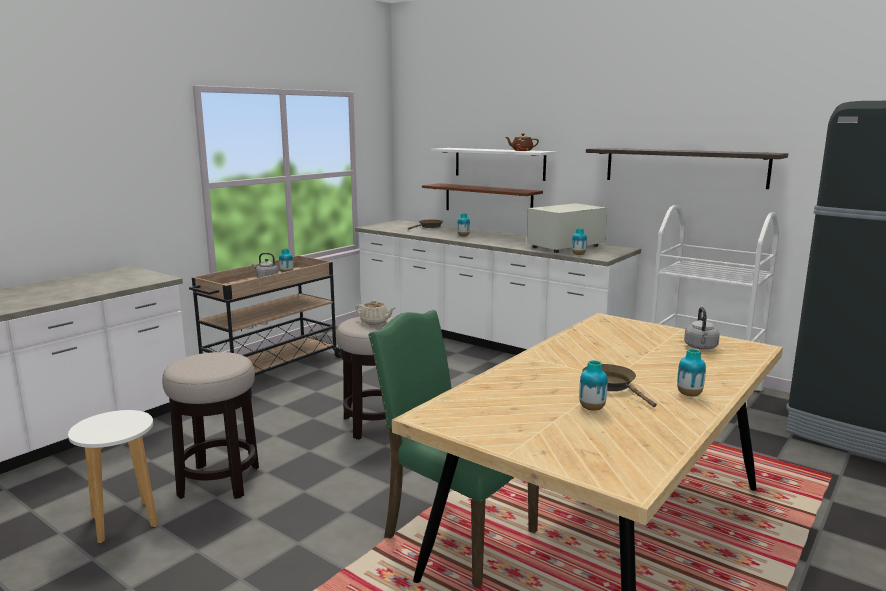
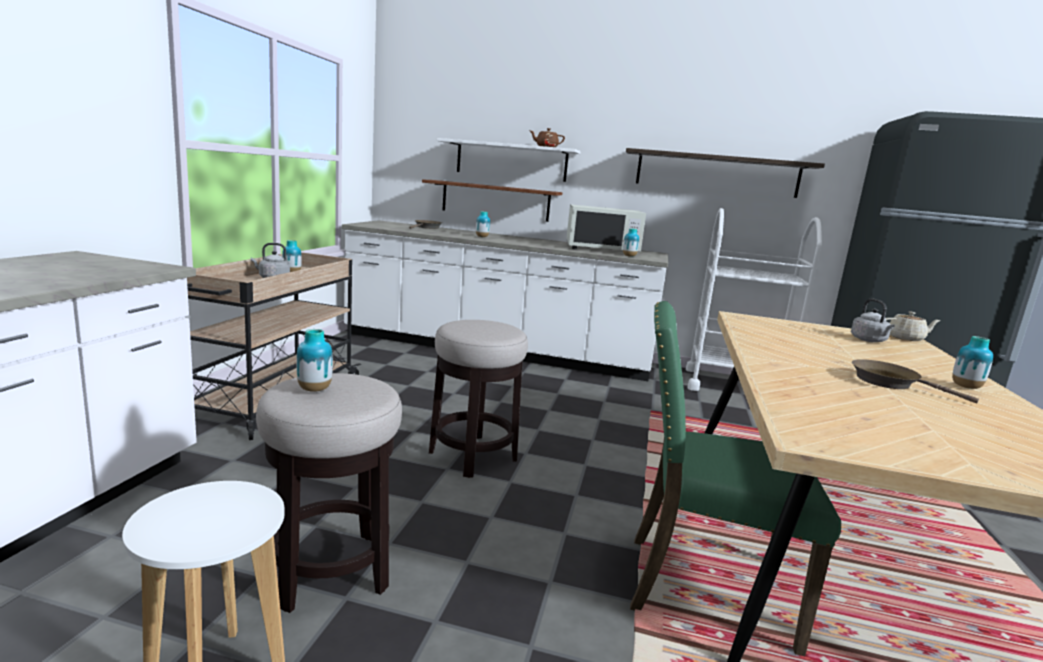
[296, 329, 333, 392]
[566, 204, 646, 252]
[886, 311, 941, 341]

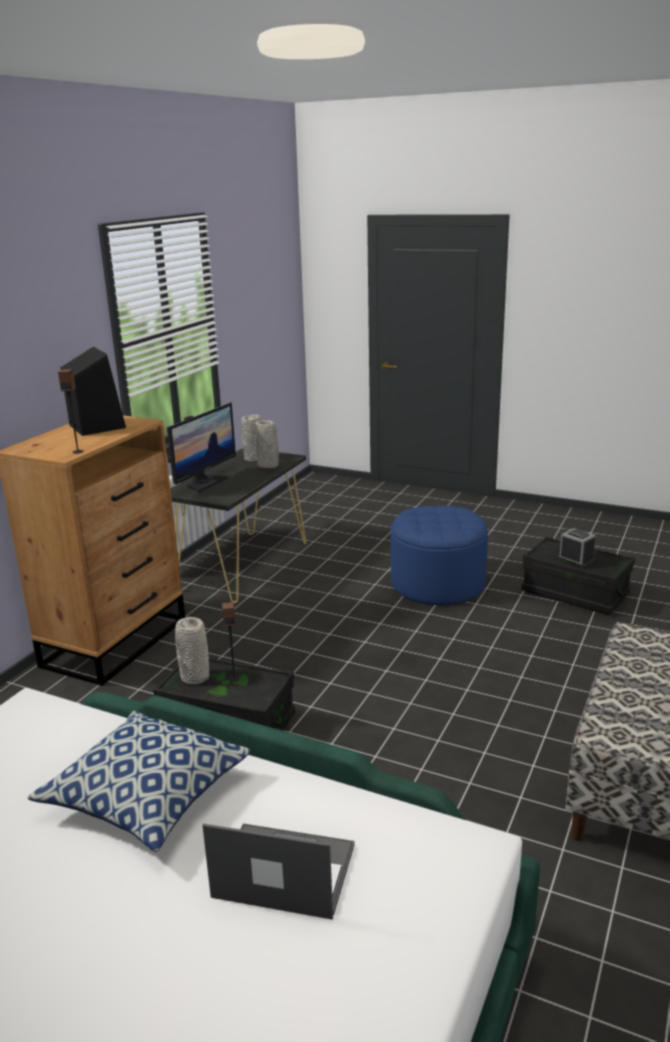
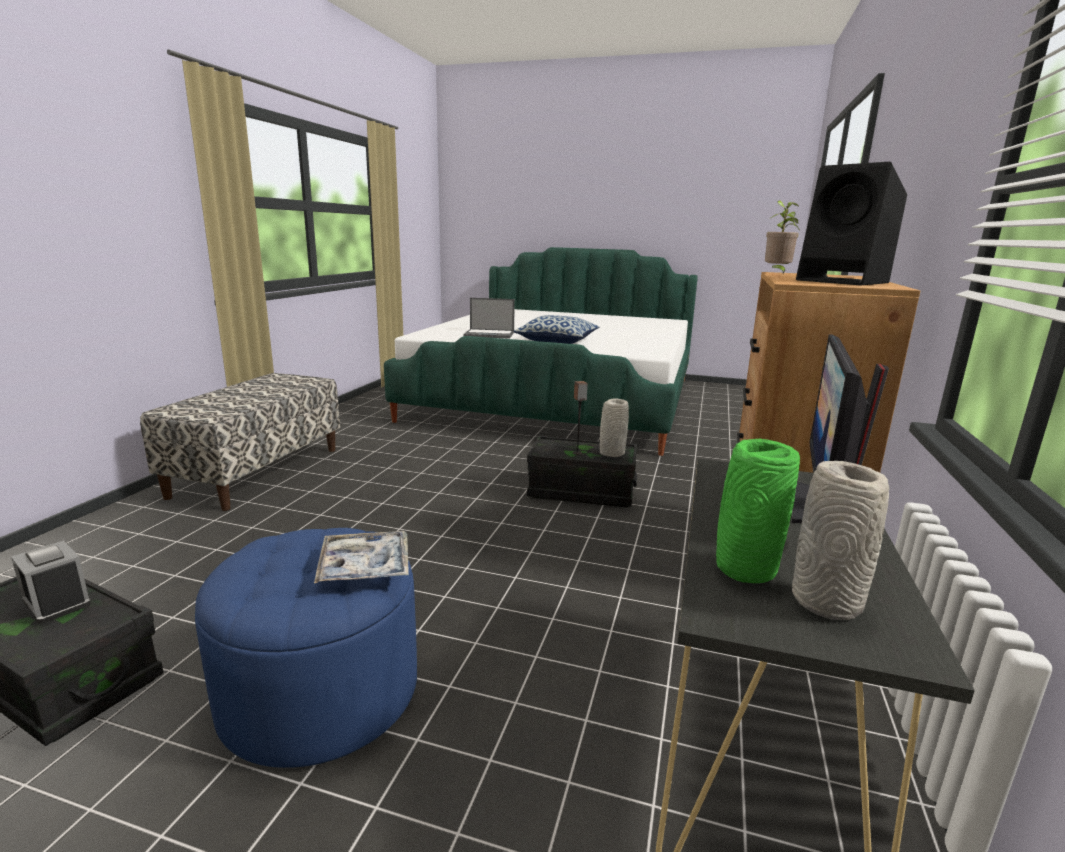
[314, 531, 409, 584]
[716, 439, 800, 583]
[765, 200, 800, 274]

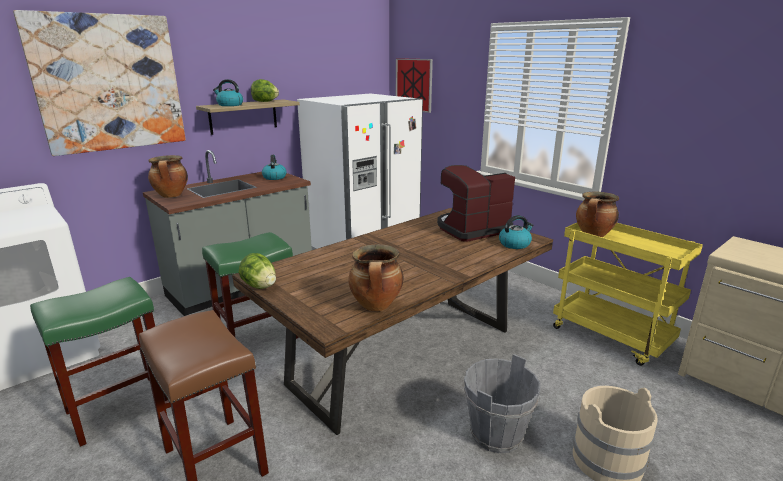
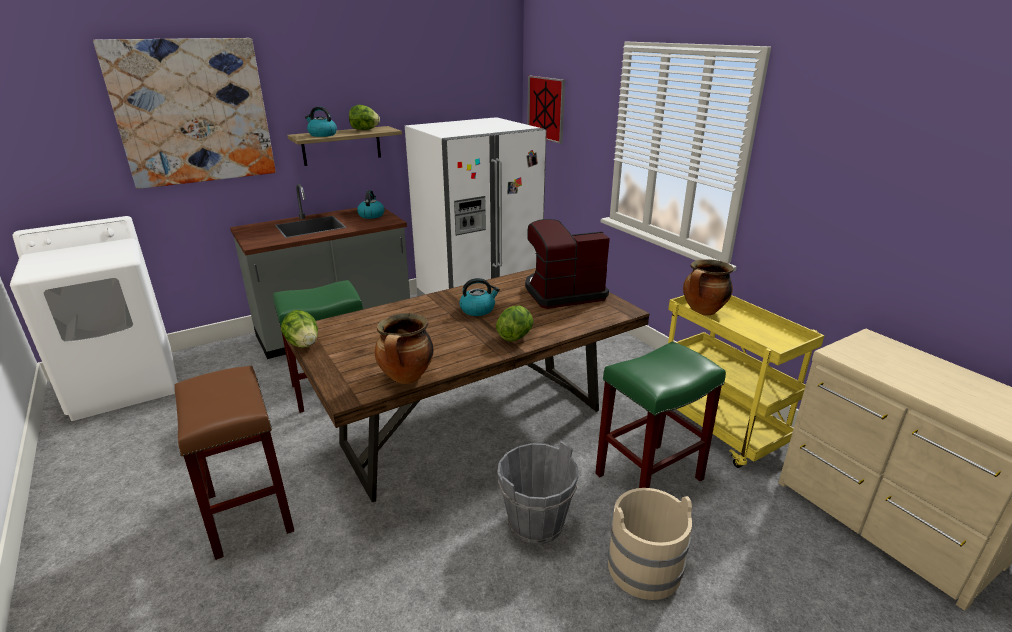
[459, 278, 500, 316]
[496, 306, 533, 341]
[595, 342, 726, 488]
[148, 155, 188, 198] (first image)

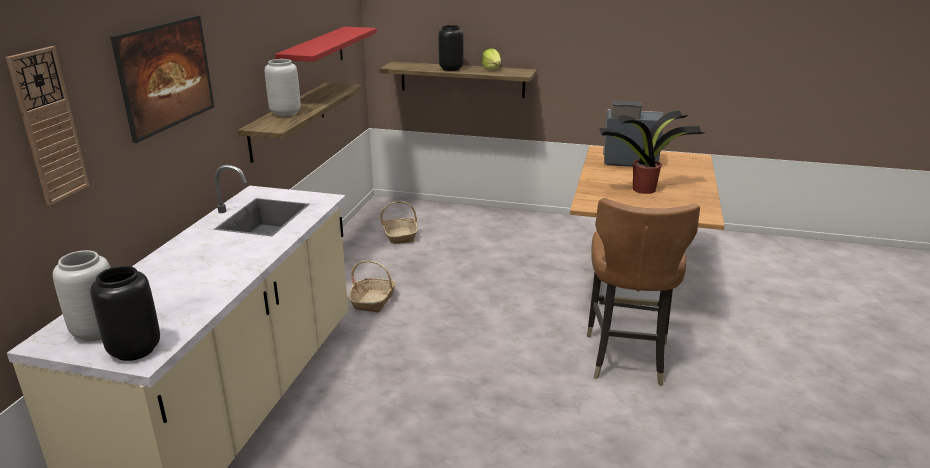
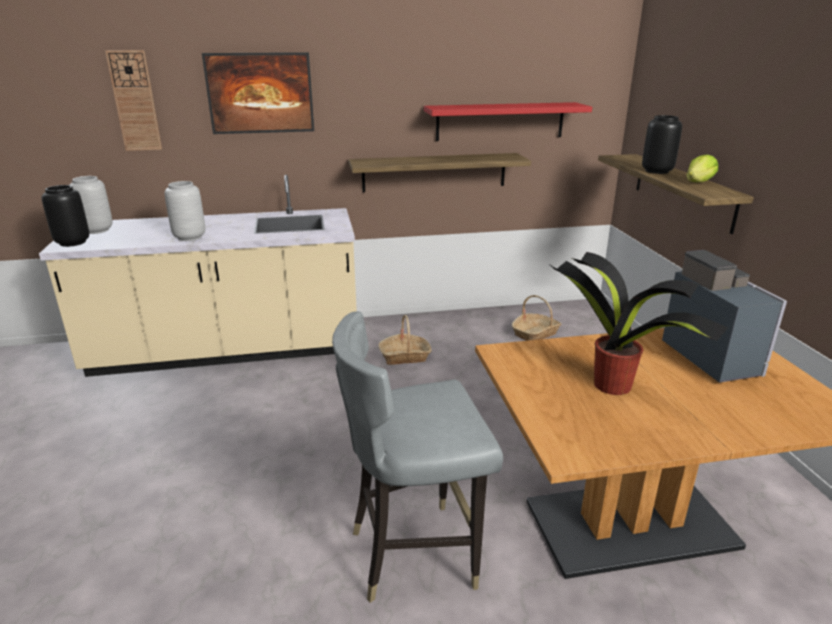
[165, 181, 205, 241]
[332, 311, 503, 603]

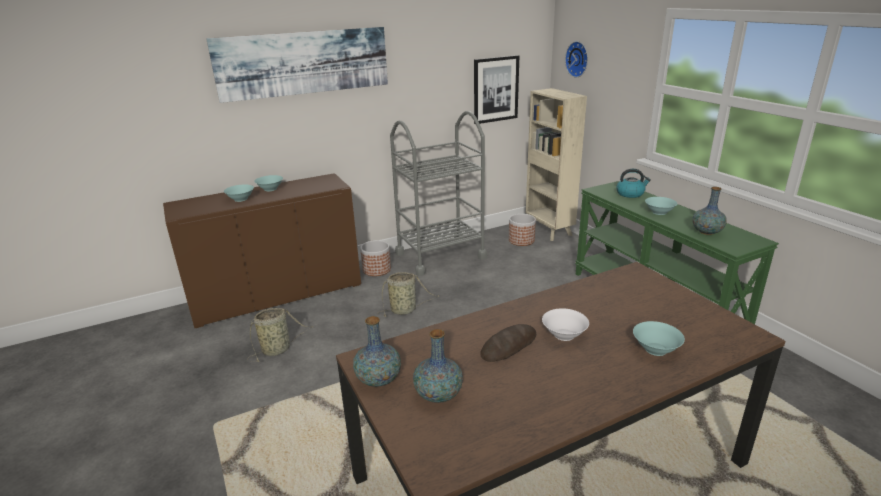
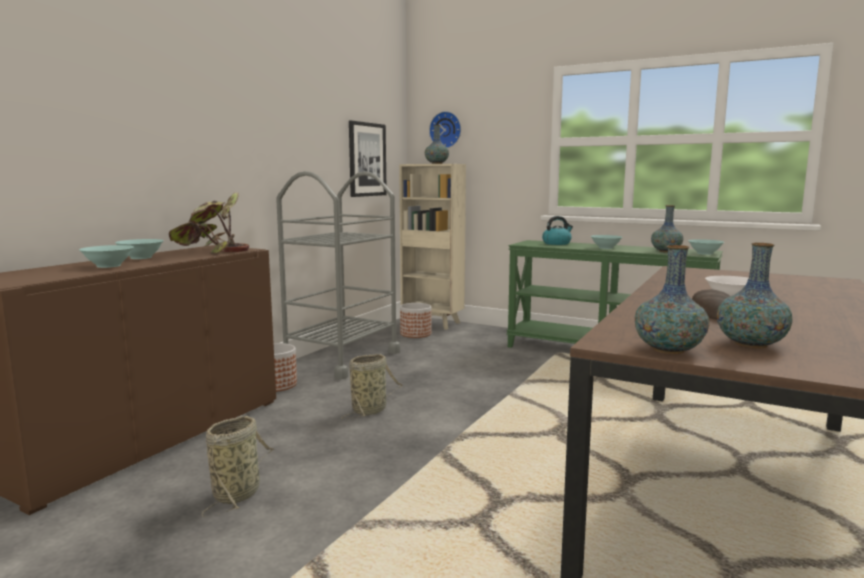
[169, 192, 249, 254]
[425, 125, 449, 164]
[688, 239, 724, 255]
[206, 27, 388, 103] (first image)

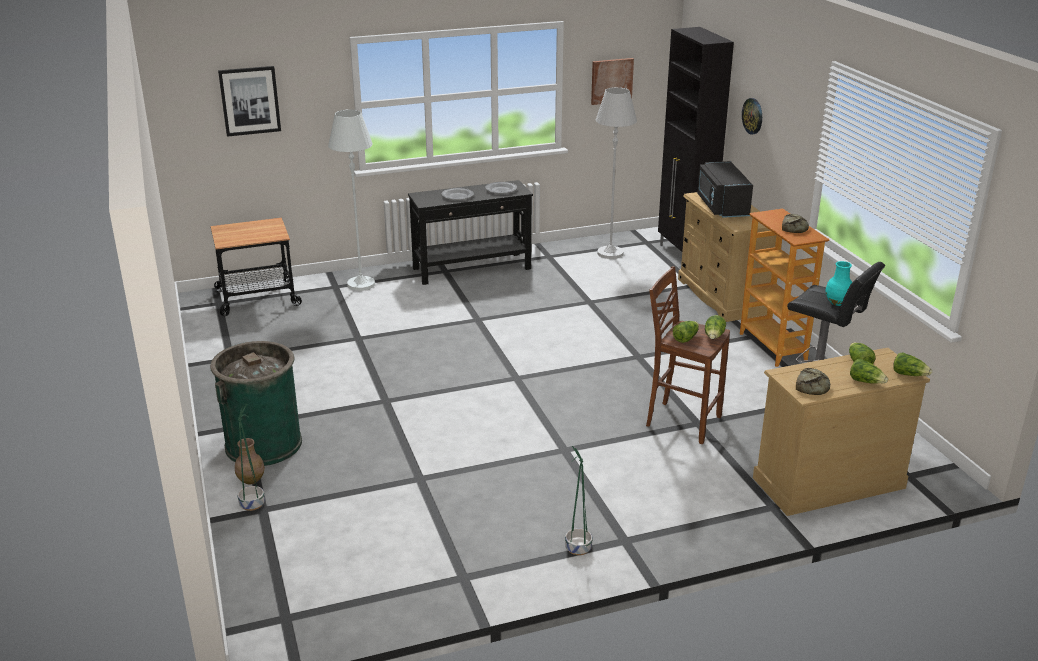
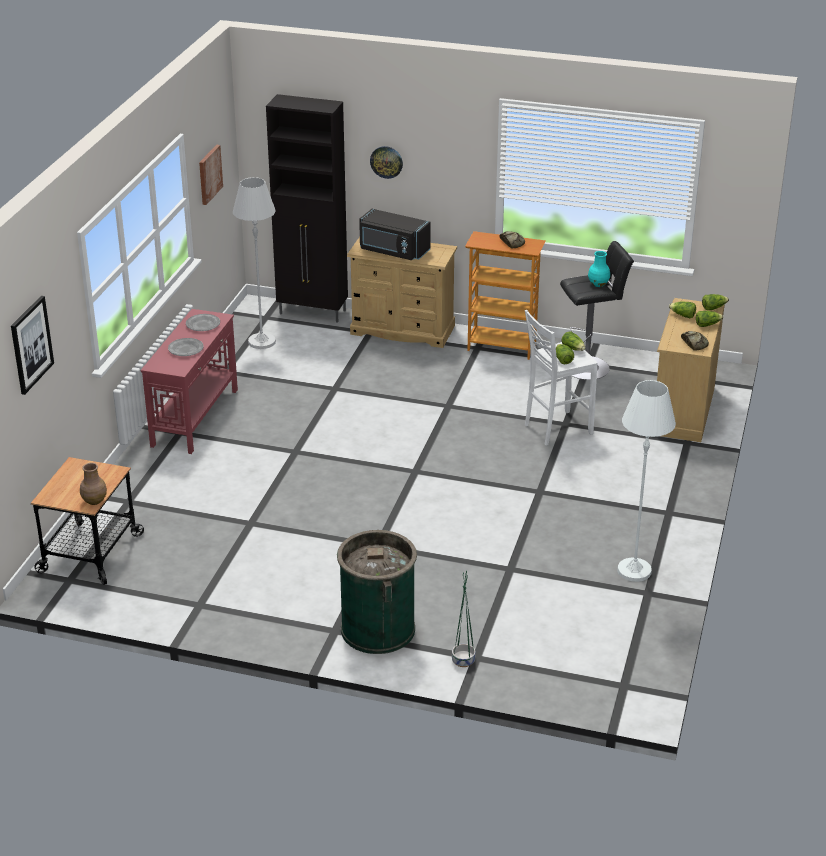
[80, 463, 107, 505]
[141, 309, 238, 454]
[525, 310, 598, 446]
[617, 380, 676, 582]
[565, 446, 593, 555] (first image)

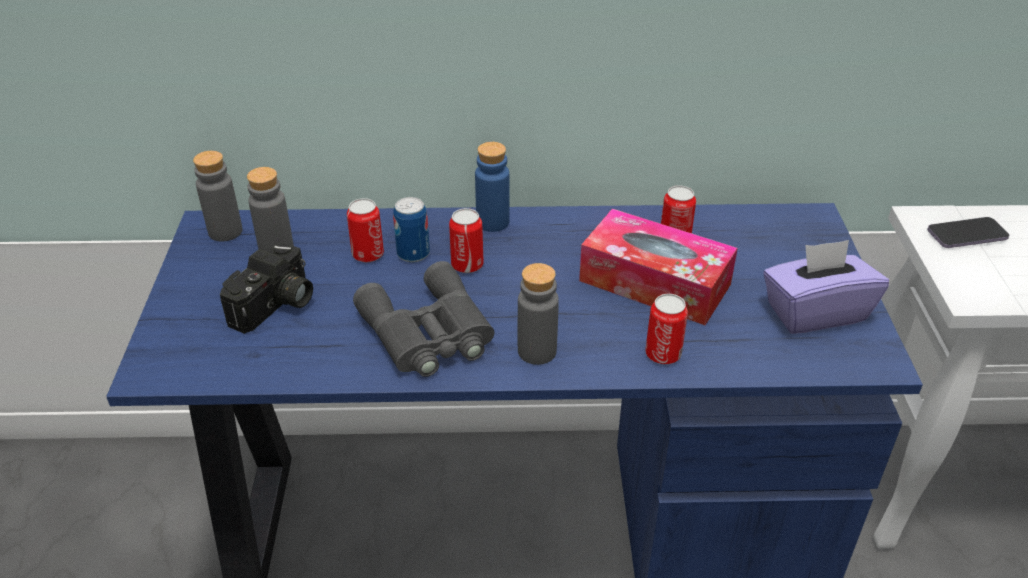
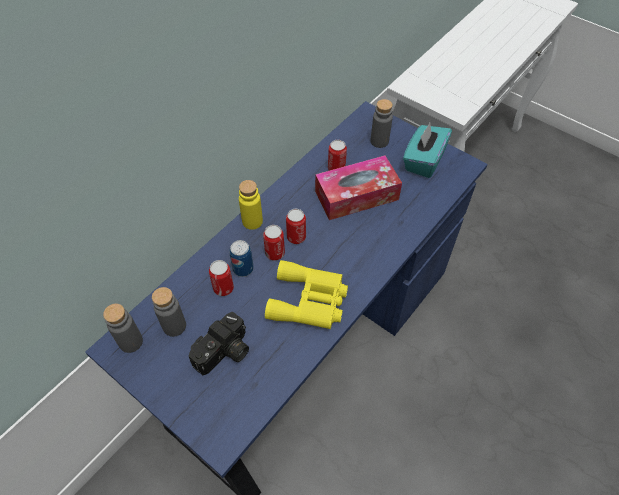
[189, 311, 249, 375]
[239, 180, 263, 230]
[265, 260, 348, 329]
[286, 209, 306, 244]
[370, 99, 393, 148]
[403, 123, 452, 178]
[927, 217, 1009, 248] (first image)

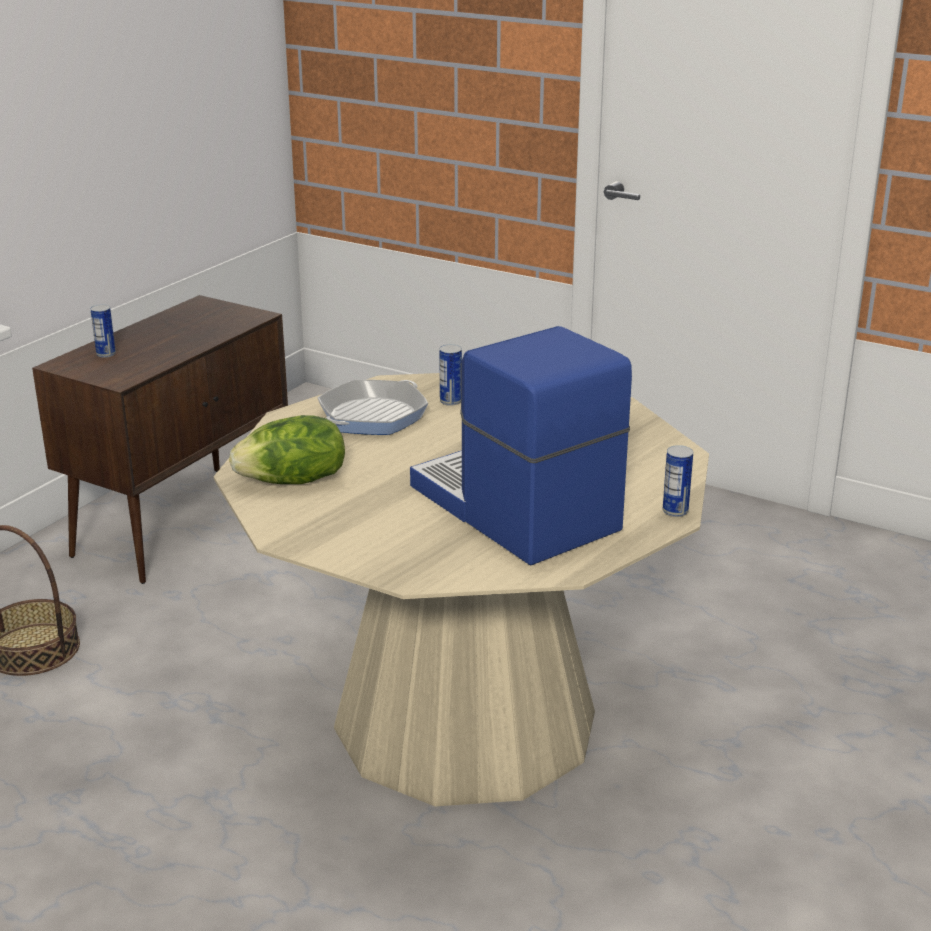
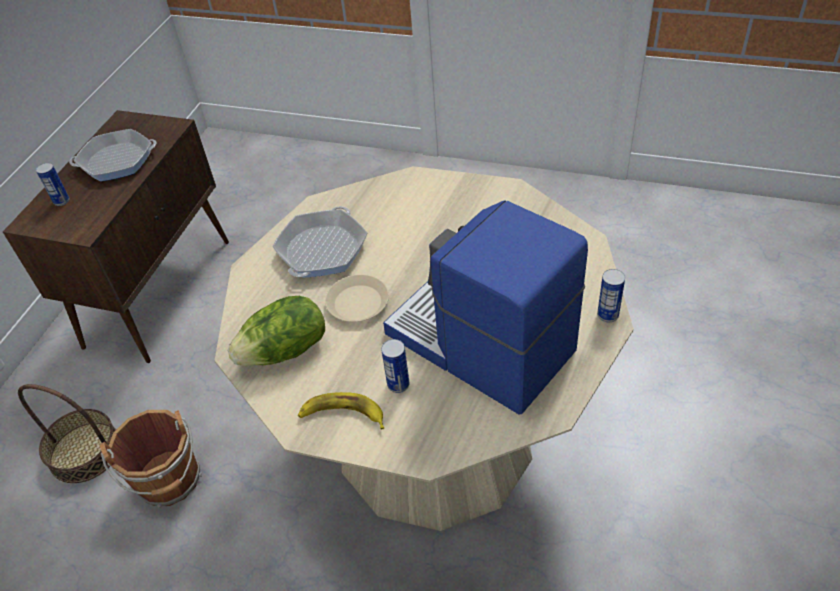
[69, 129, 157, 181]
[100, 410, 202, 508]
[298, 392, 384, 429]
[325, 275, 389, 322]
[381, 339, 410, 393]

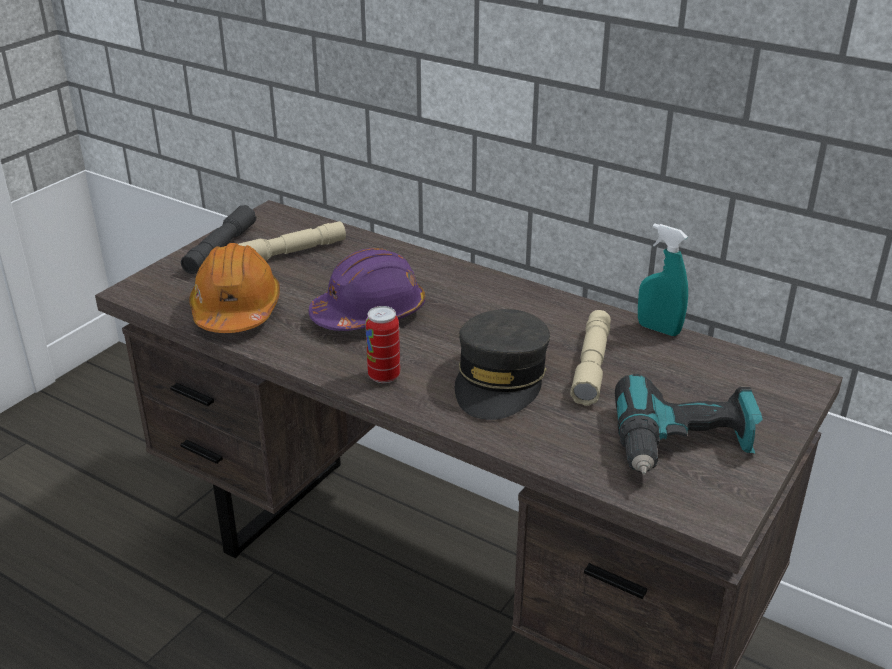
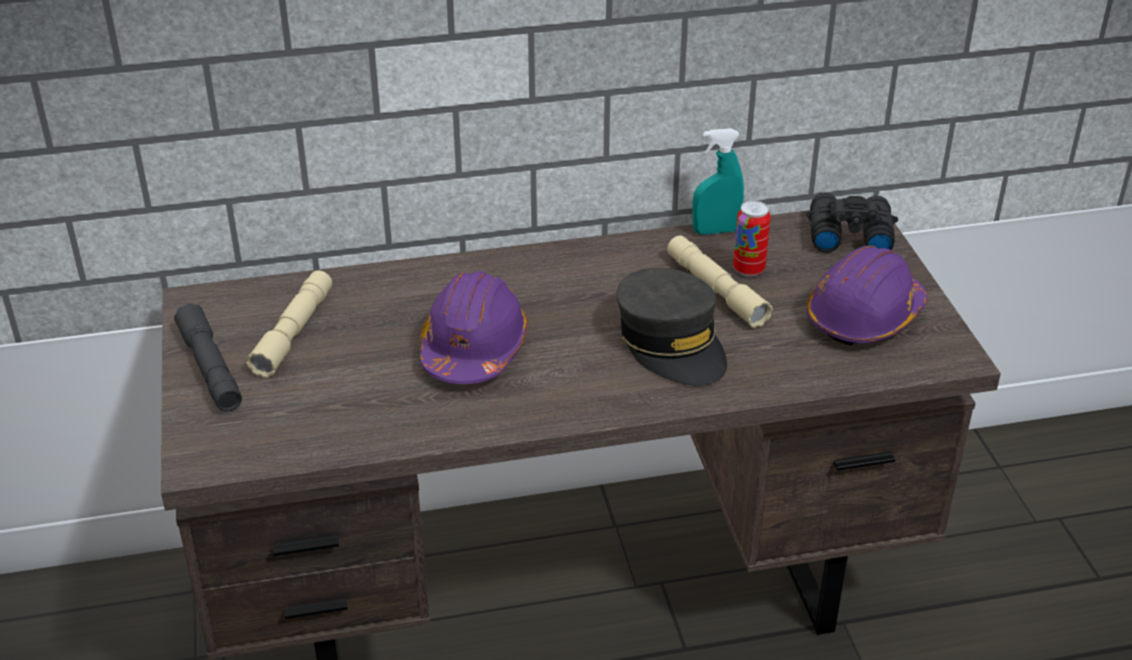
[733, 200, 771, 277]
[806, 193, 898, 252]
[806, 246, 927, 346]
[189, 243, 280, 333] (first image)

